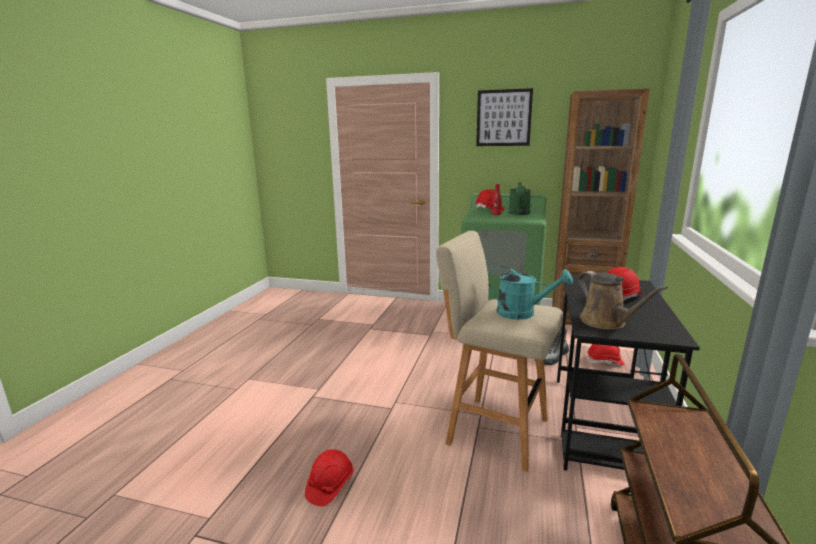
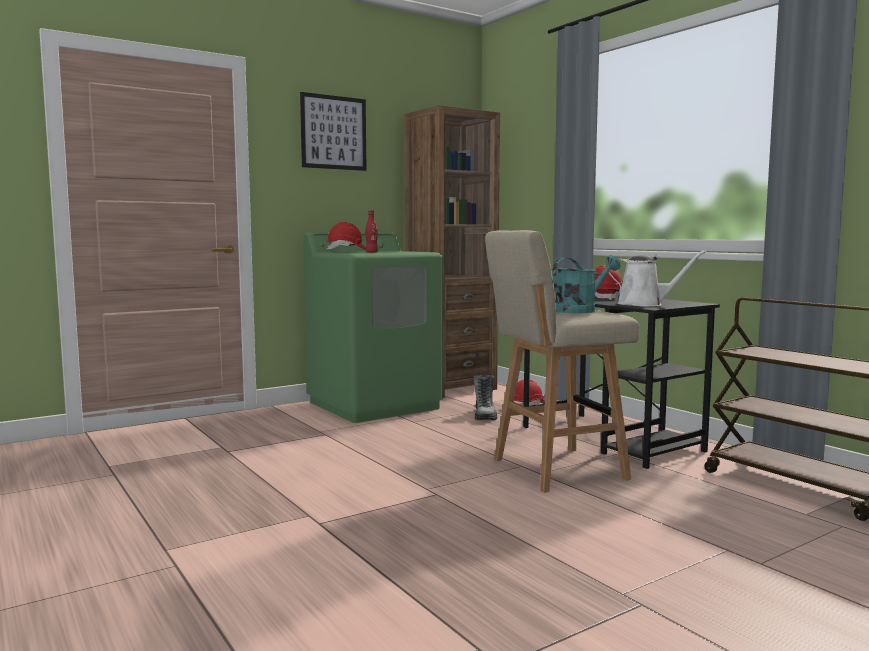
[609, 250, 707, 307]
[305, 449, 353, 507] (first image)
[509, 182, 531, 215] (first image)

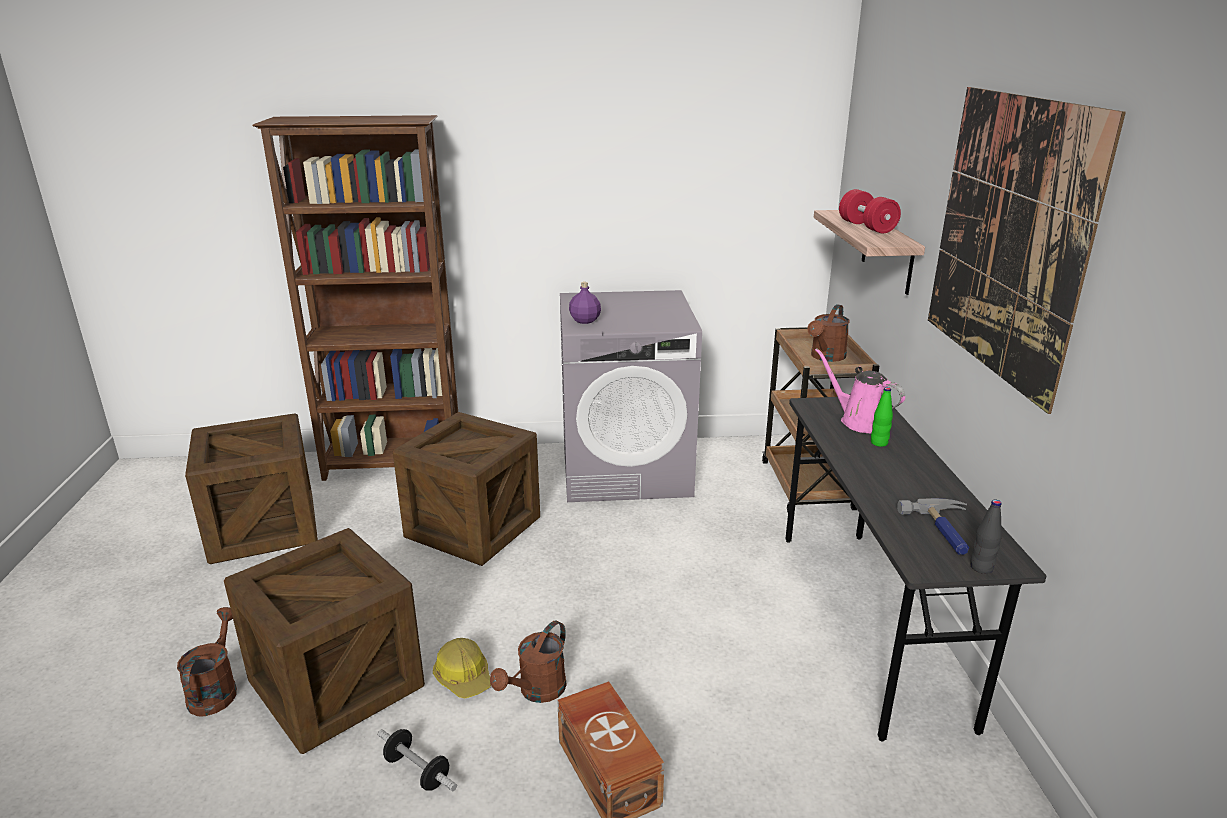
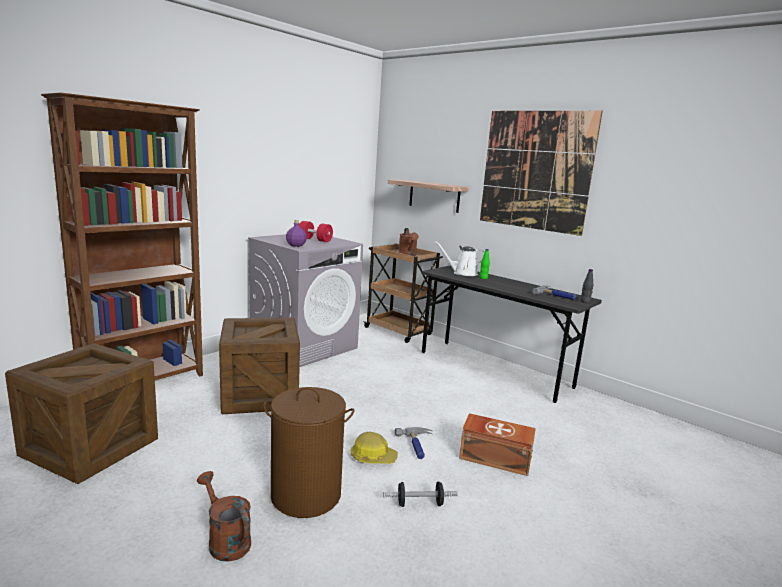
[263, 387, 355, 518]
[299, 221, 333, 242]
[395, 427, 432, 459]
[435, 241, 485, 276]

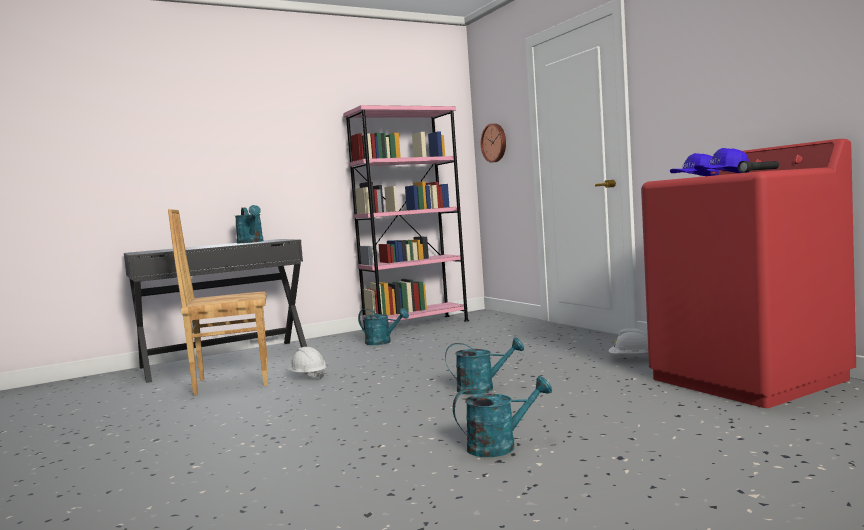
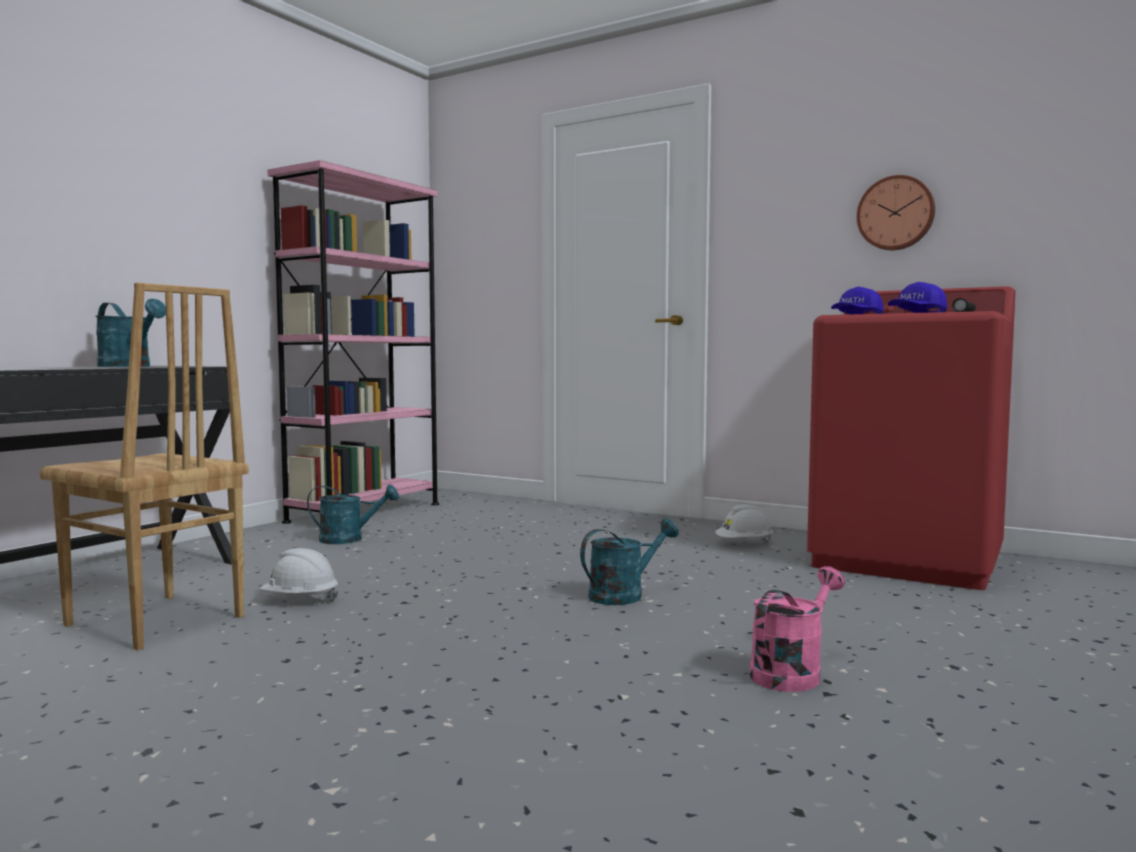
[40, 283, 249, 650]
[749, 566, 845, 692]
[856, 175, 935, 250]

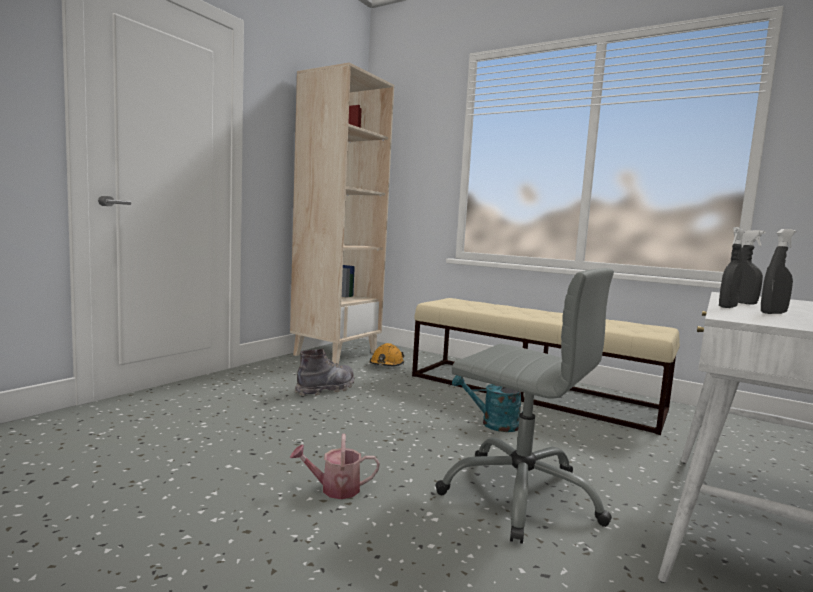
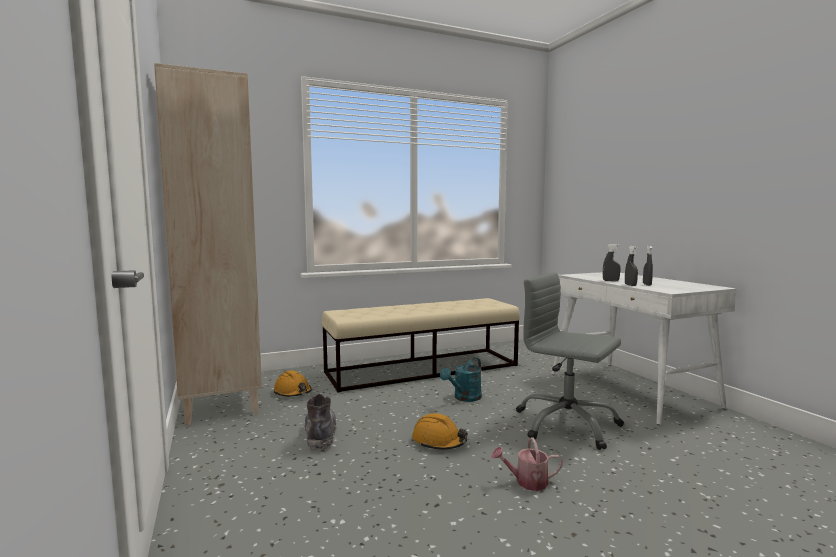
[412, 413, 468, 450]
[492, 437, 563, 491]
[516, 272, 624, 450]

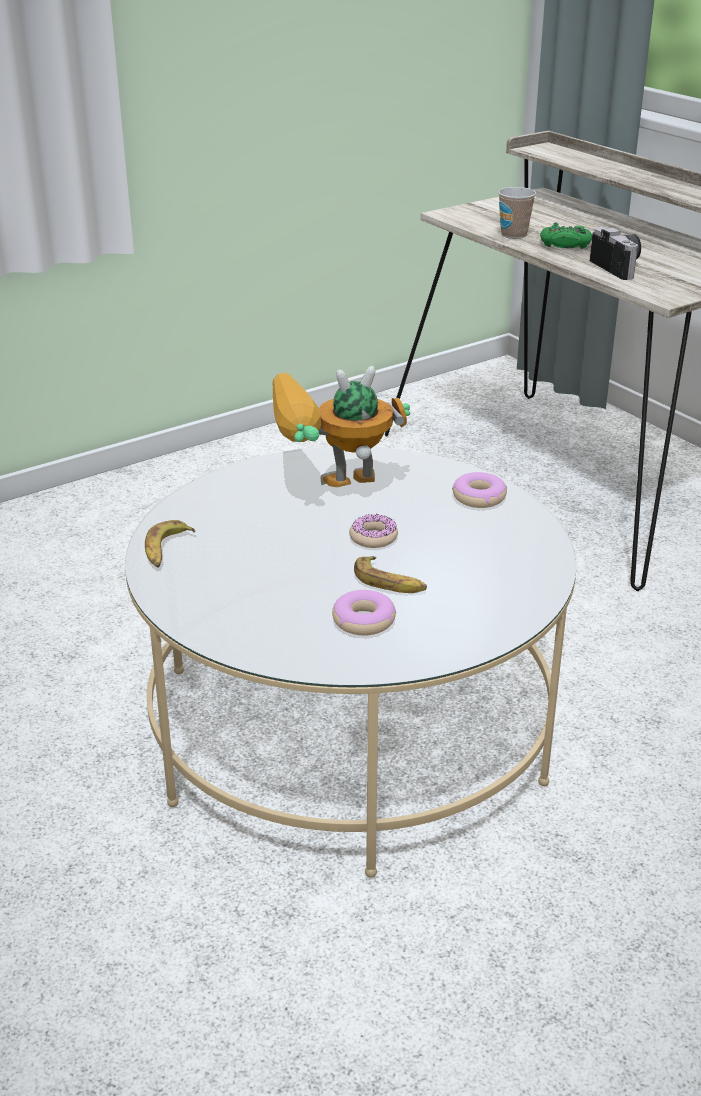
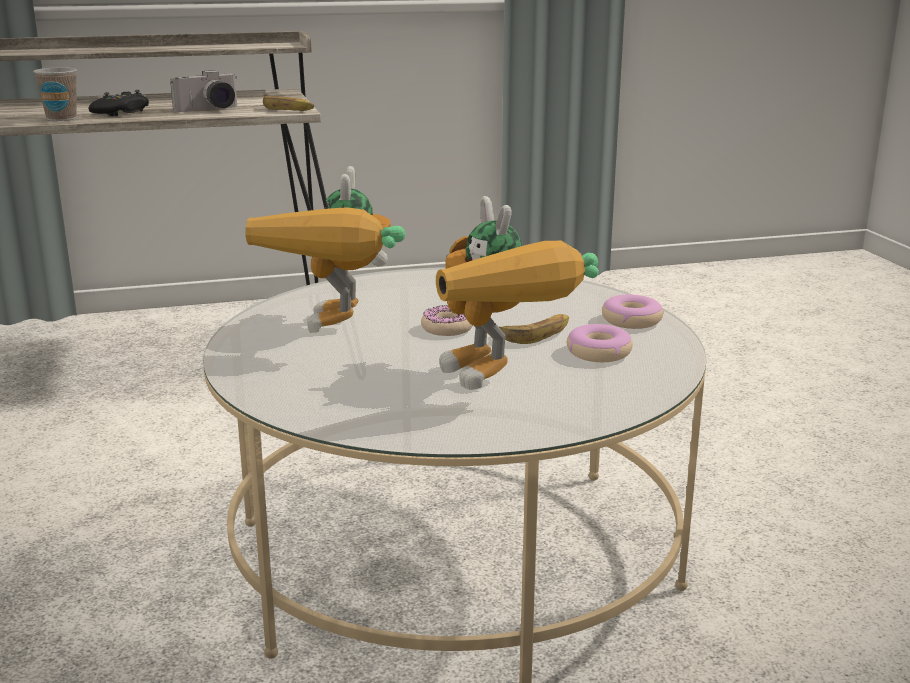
[89, 90, 149, 116]
[170, 70, 237, 112]
[263, 95, 314, 111]
[436, 196, 599, 390]
[602, 295, 664, 329]

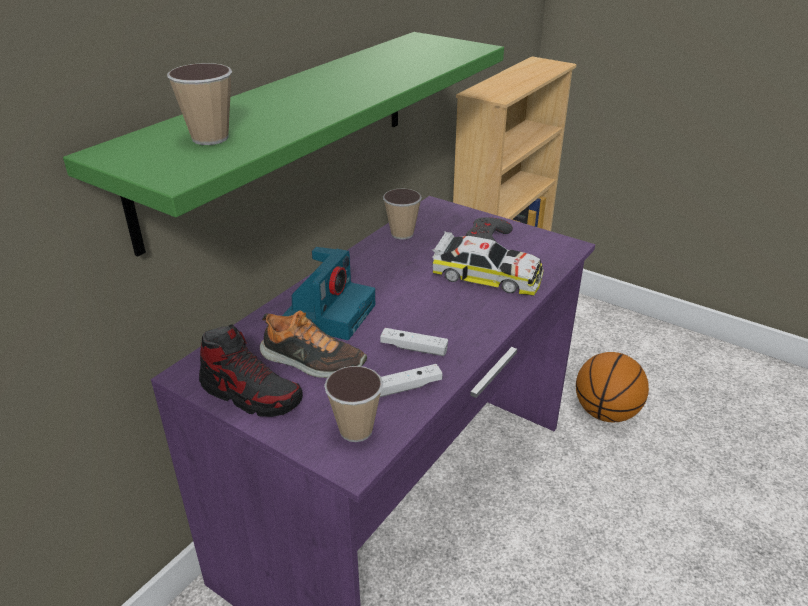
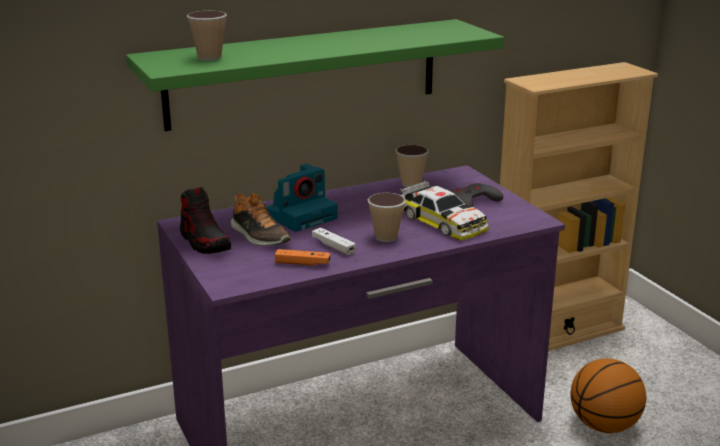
[275, 249, 331, 266]
[368, 193, 406, 242]

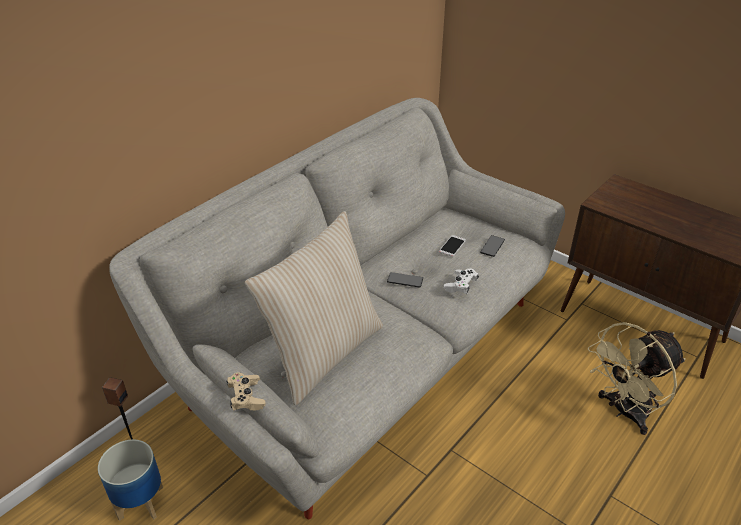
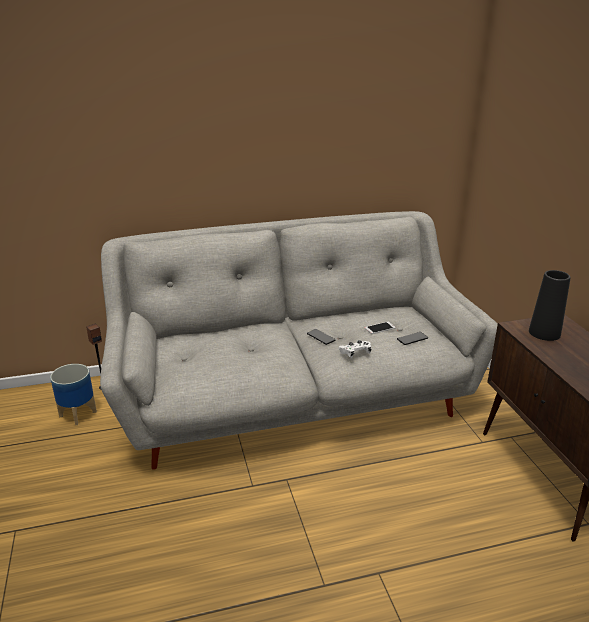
[529, 270, 571, 341]
[226, 372, 266, 411] (first image)
[245, 211, 383, 405] (first image)
[588, 322, 686, 435] (first image)

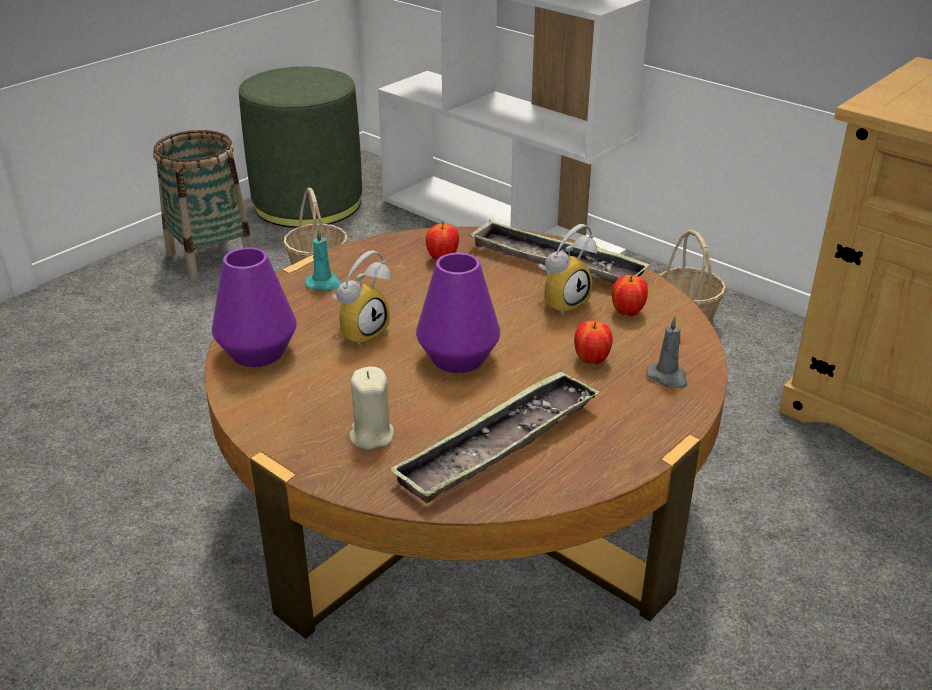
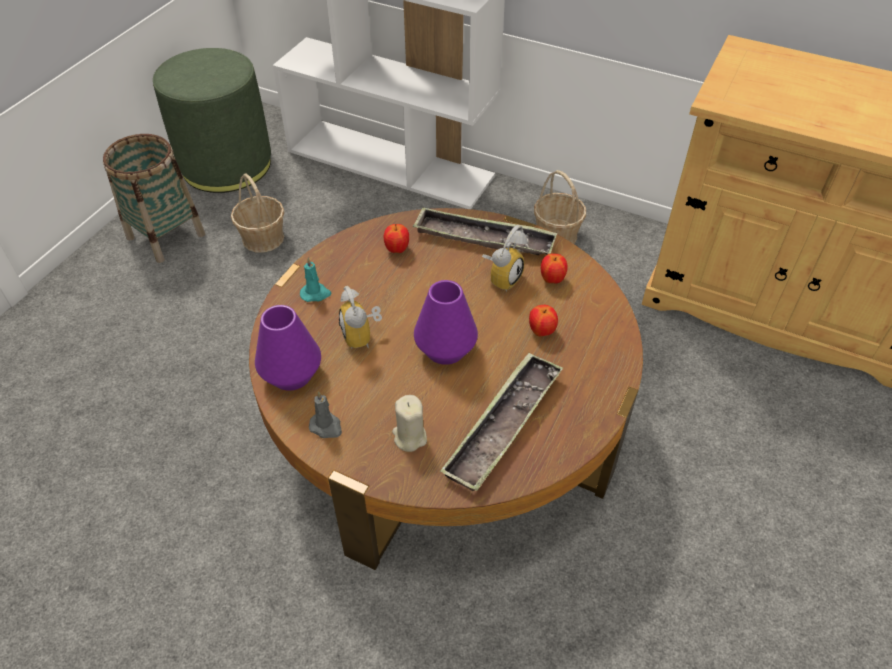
[309, 391, 342, 438]
[339, 286, 382, 349]

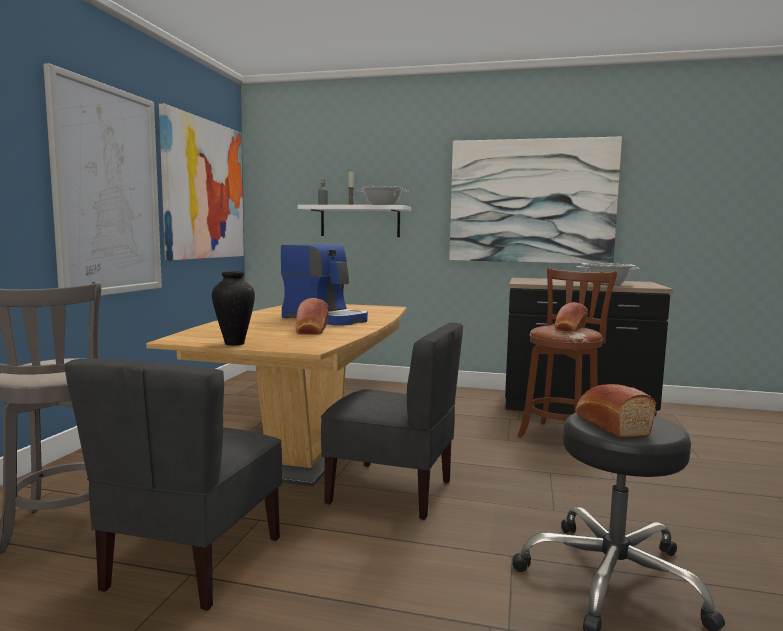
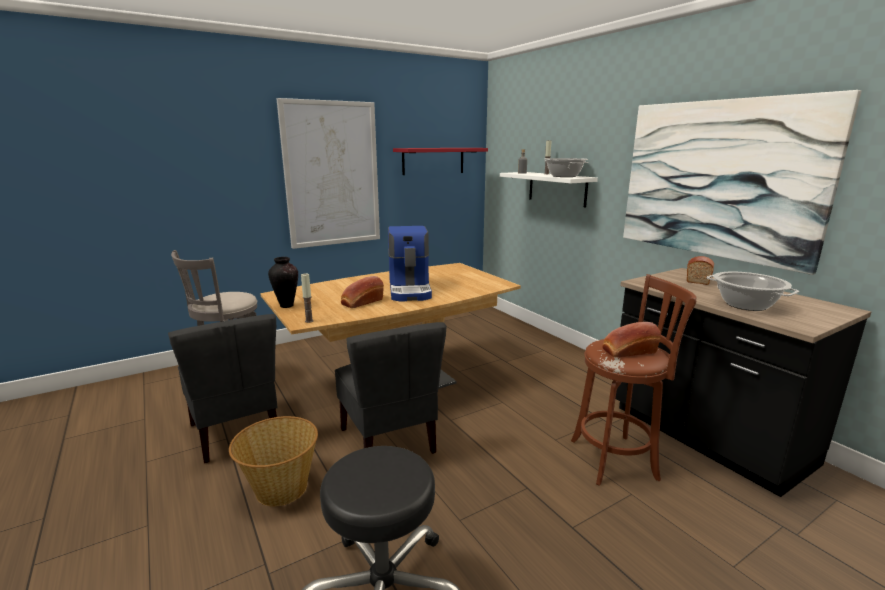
[168, 314, 278, 463]
[229, 416, 318, 506]
[301, 274, 314, 323]
[393, 148, 488, 175]
[687, 256, 714, 285]

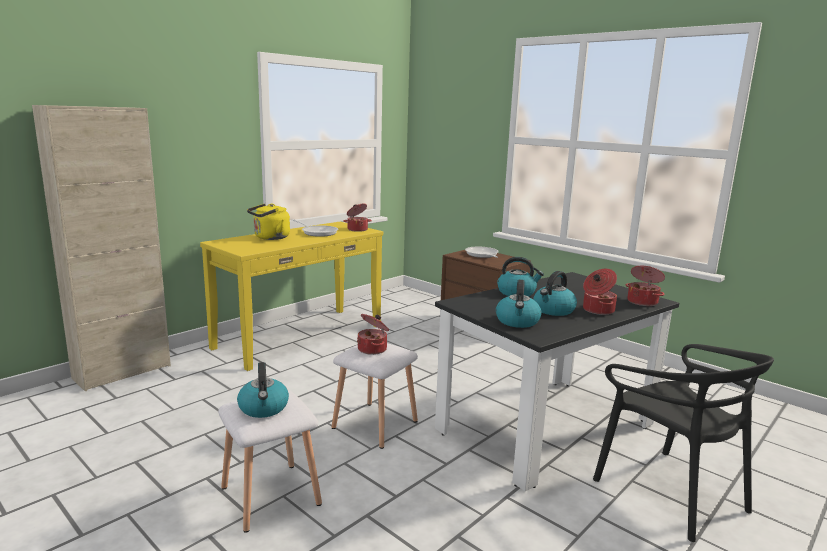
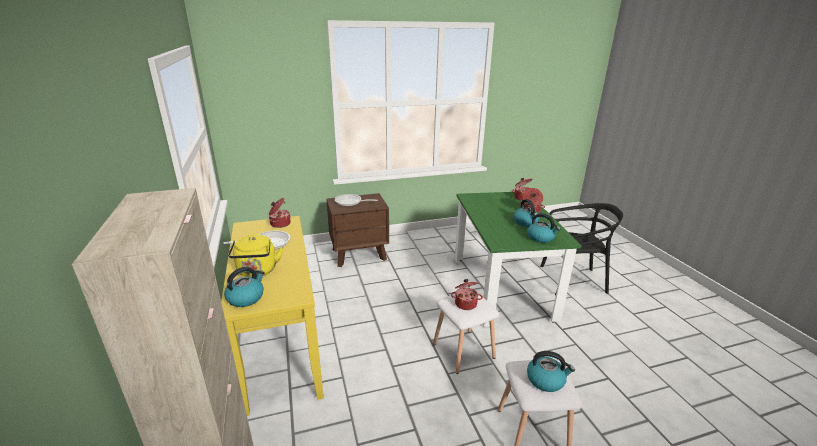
[224, 267, 265, 307]
[455, 192, 582, 327]

